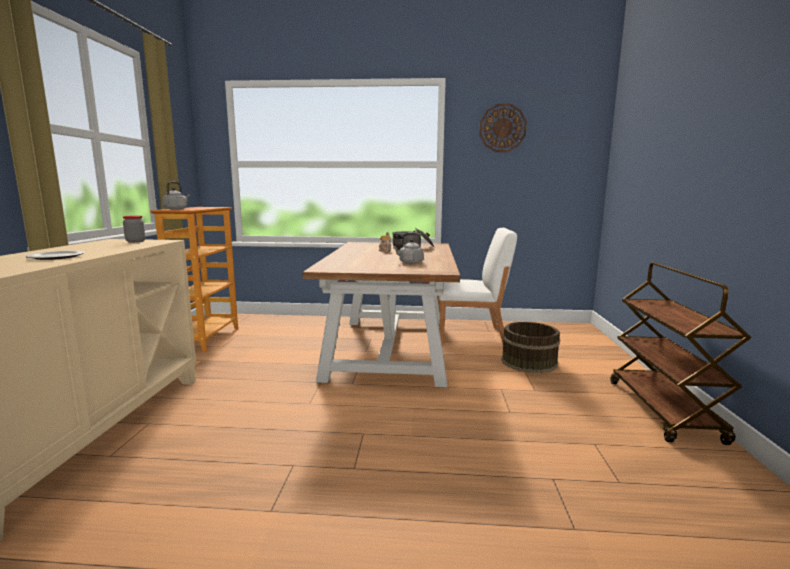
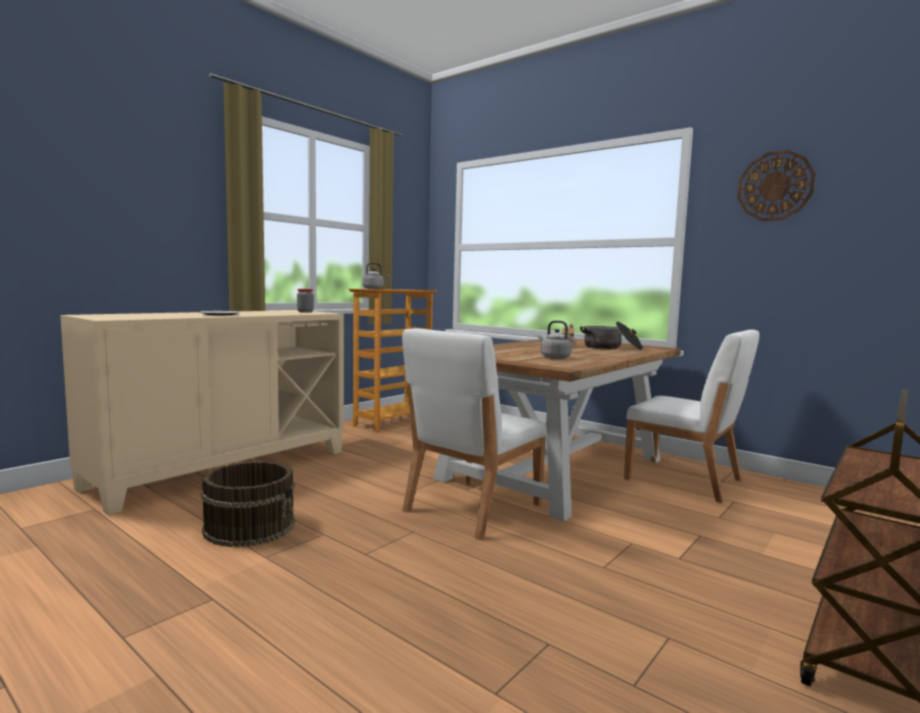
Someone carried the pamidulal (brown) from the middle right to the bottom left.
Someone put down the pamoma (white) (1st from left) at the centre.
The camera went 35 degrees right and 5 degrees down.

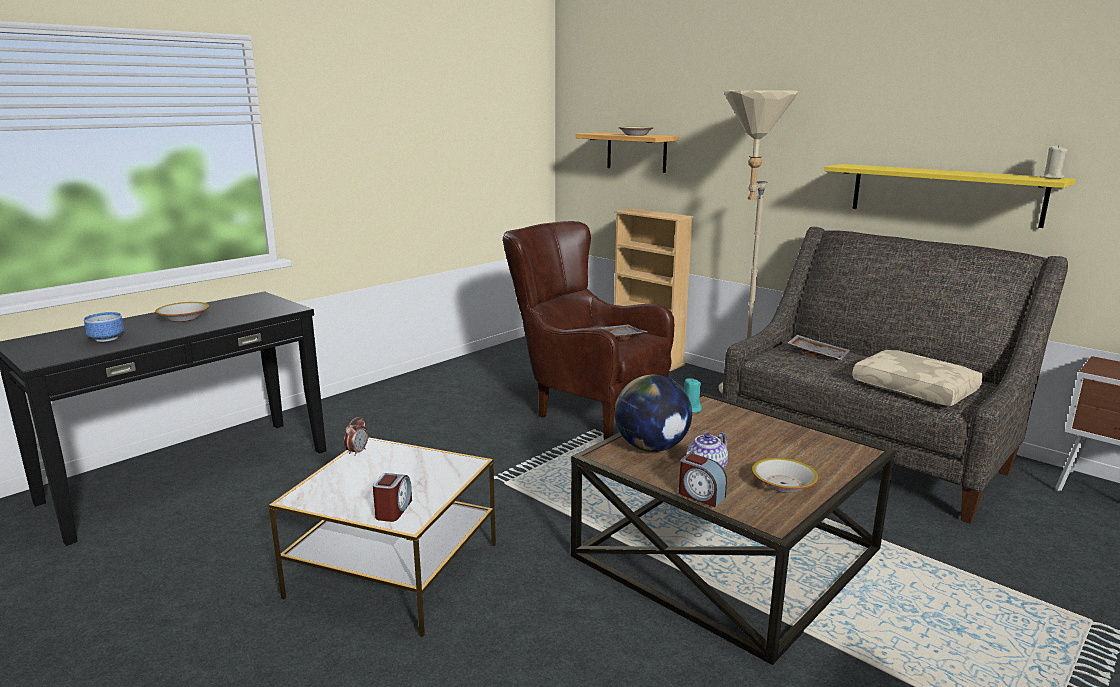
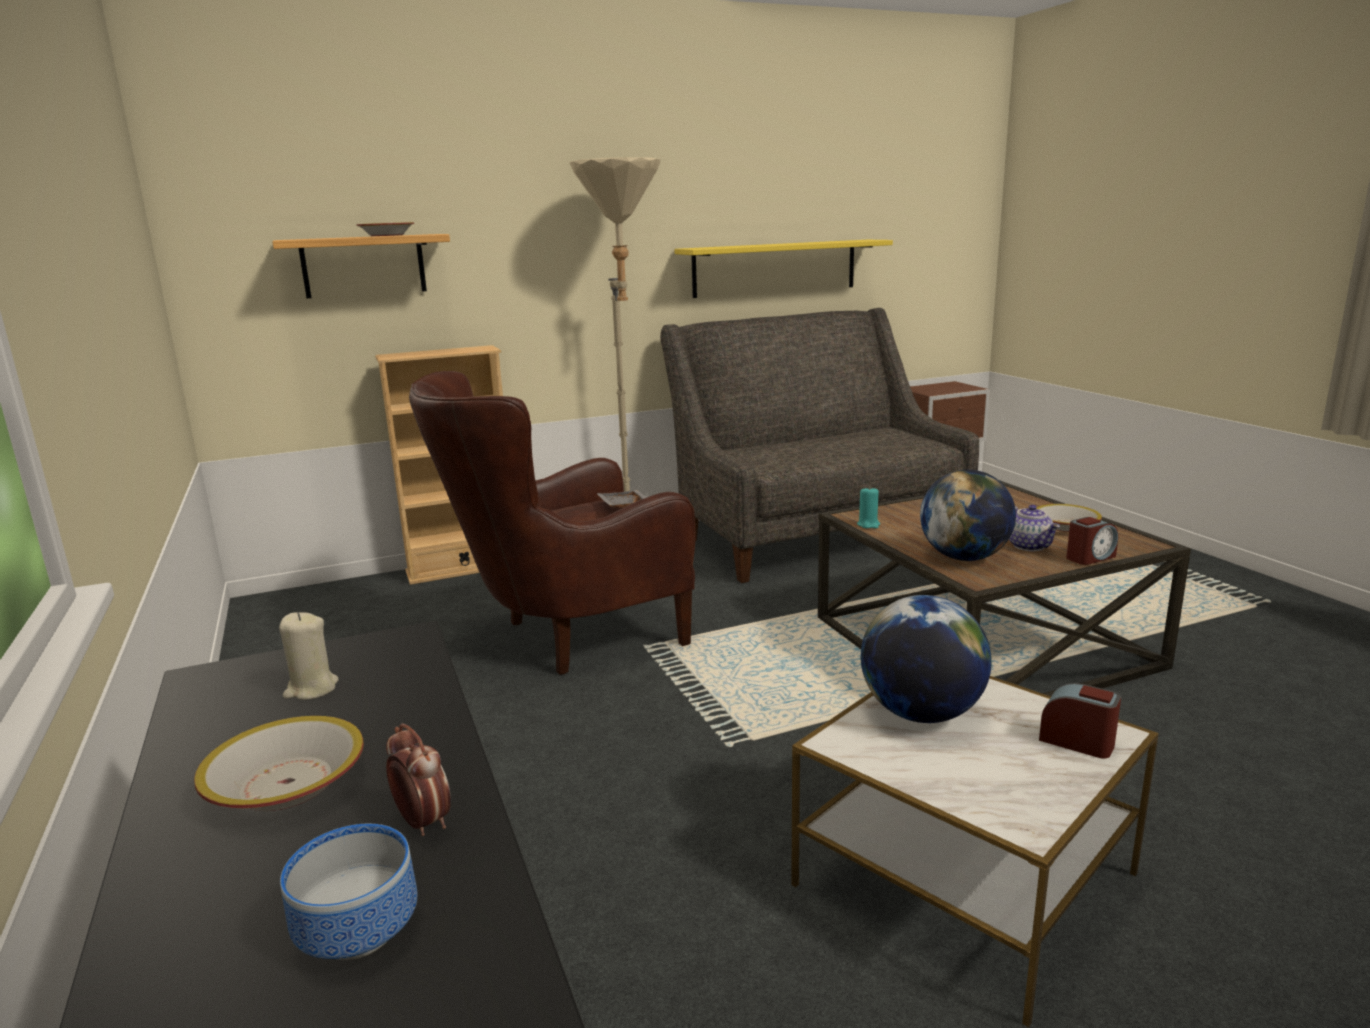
Someone carried the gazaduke (1st from left) from the middle left to the bottom left.
Someone took away the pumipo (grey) (2nd from left) at the middle right.
Someone took away the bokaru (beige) at the middle right.
Someone carried the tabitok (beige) from the top right to the middle left.
Someone put down the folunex (1st from left) at the middle right.
The camera went 65 degrees left and 0 degrees up.

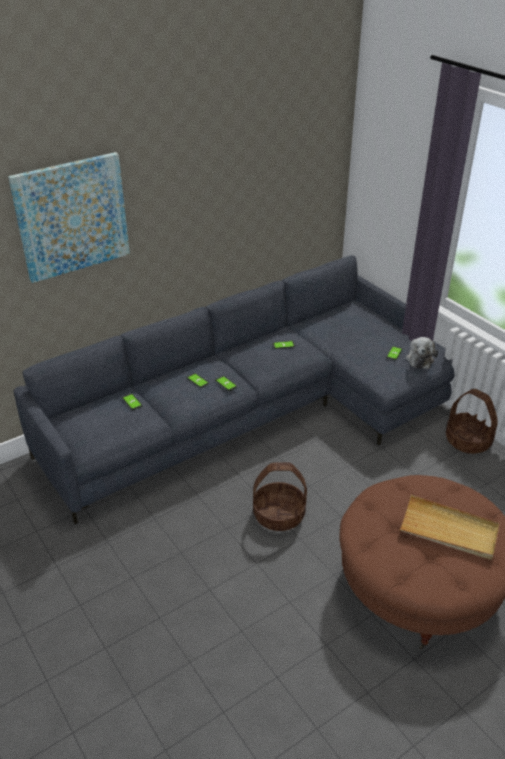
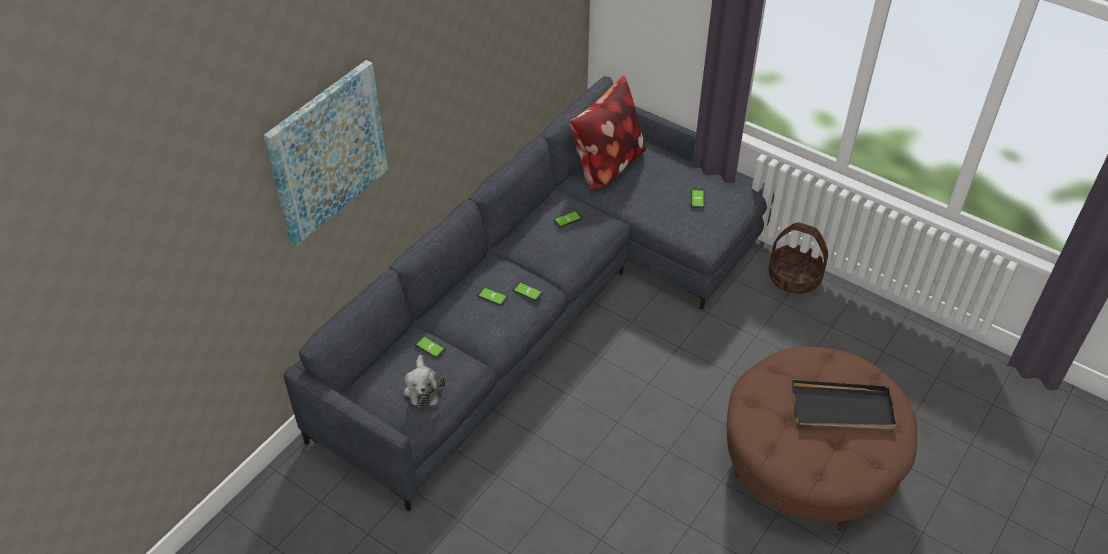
Someone took away the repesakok (1st from left) at the centre.
Someone repainted the pumipo (beige) at the bottom right, which became the pumipo (black) at the bottom right.
Someone carried the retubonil from the middle right to the bottom centre.
Someone put down the bokaru at the top centre.
The camera went 20 degrees left and 10 degrees up.

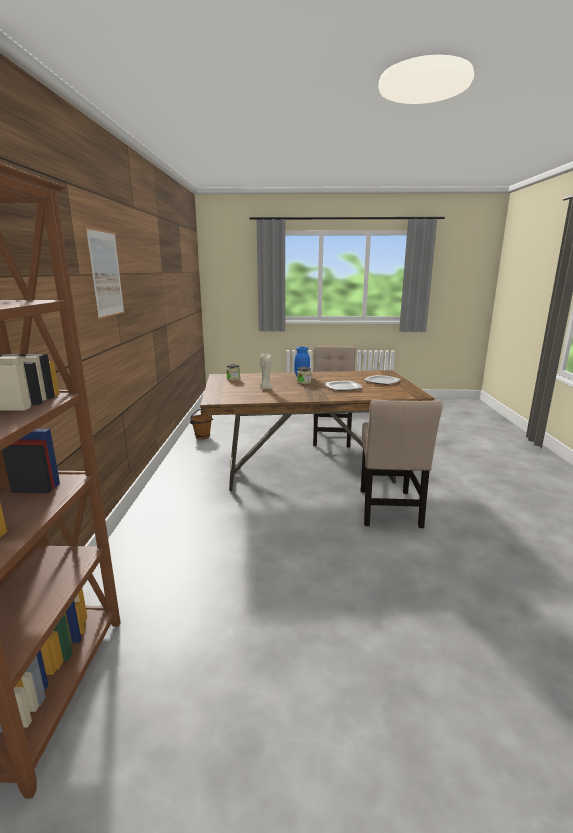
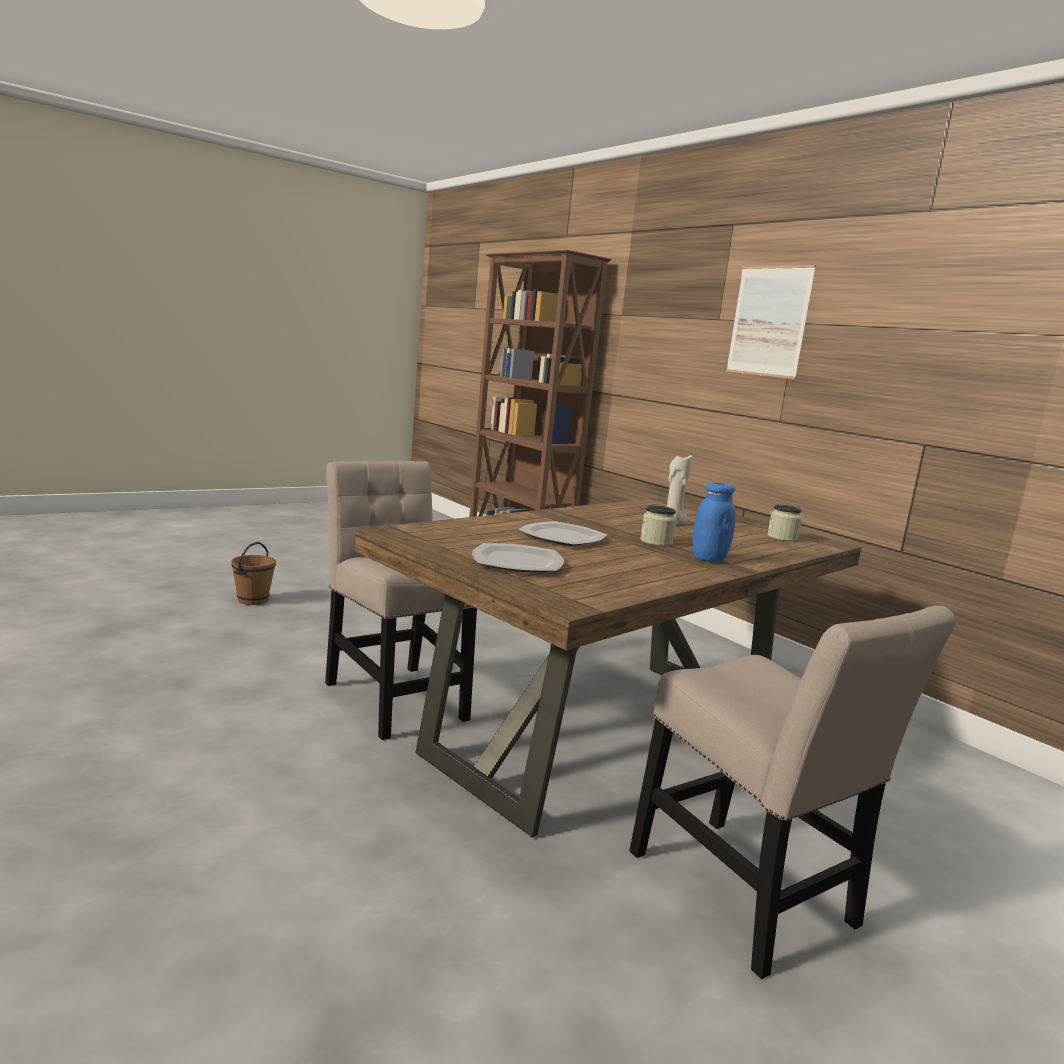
Someone carried the pamidulal (brown) from the centre to the middle left.
The camera went 140 degrees right and 5 degrees down.

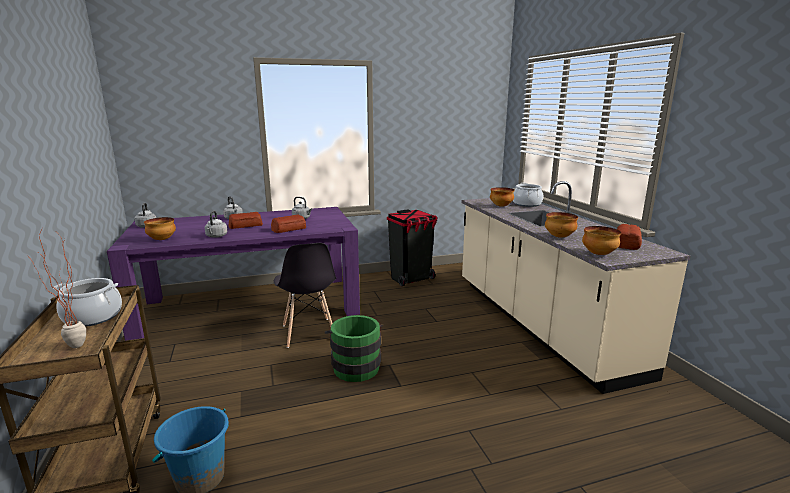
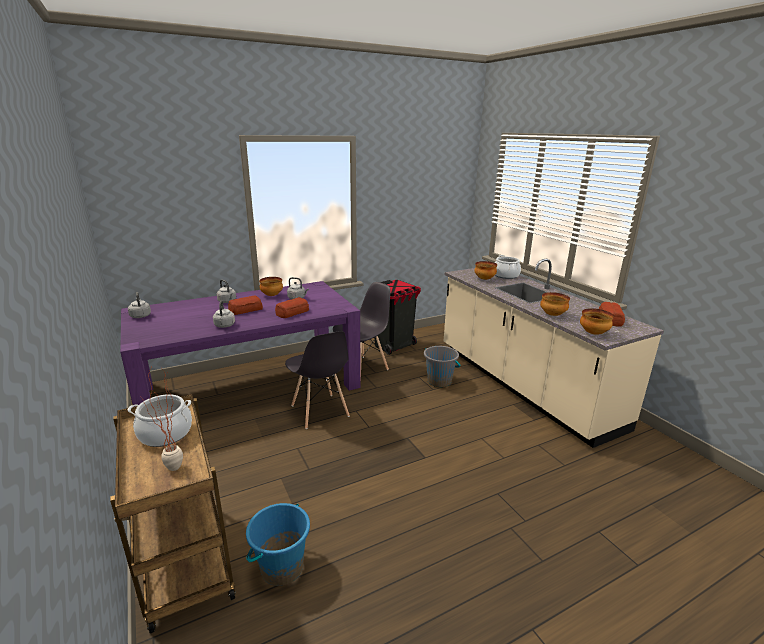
Someone carried the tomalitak (1st from left) from the middle left to the centre.
Someone took away the pamidulal (green) at the bottom centre.
Someone put down the pamoma (grey) (2nd from left) at the centre.
Someone put down the pamidulal (grey) at the centre.
The camera went 10 degrees left and 5 degrees up.

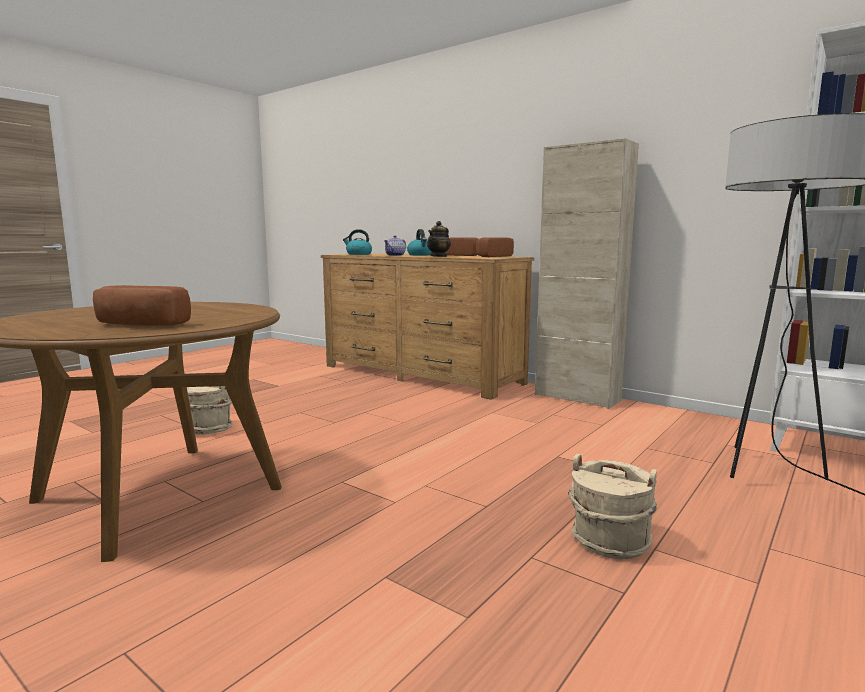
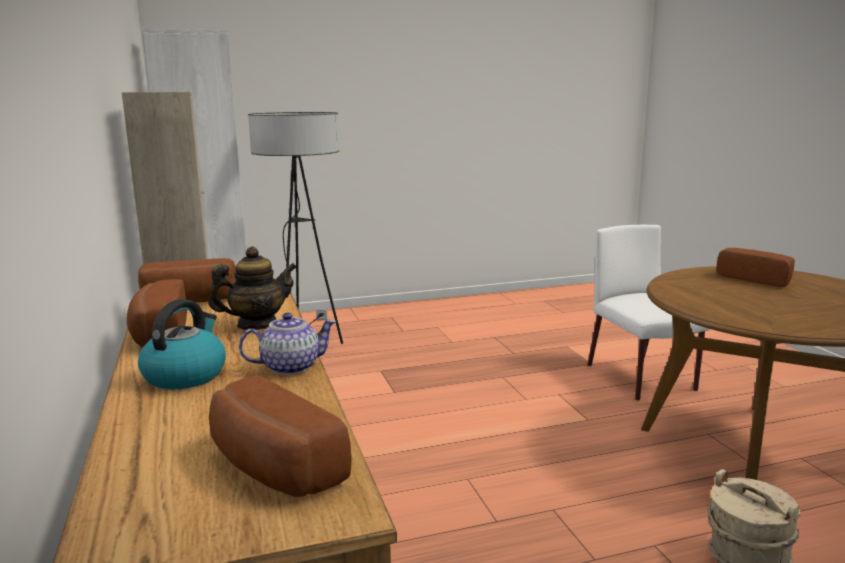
Someone swapped the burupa (1st from left) at the centre for the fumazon (3rd from left) at the bottom left.
Someone took away the pamidulal (beige) (2nd from left) at the bottom right.
Someone put down the pamoma (white) at the middle right.
The camera went 145 degrees left and 5 degrees up.

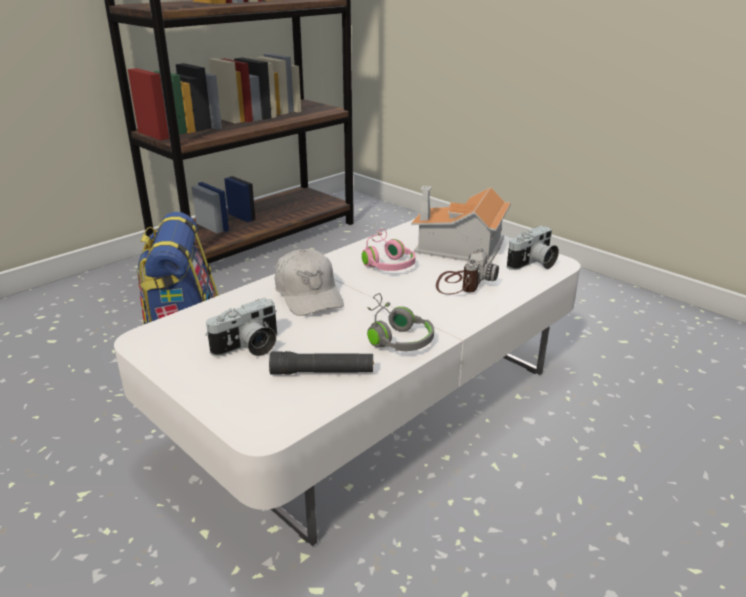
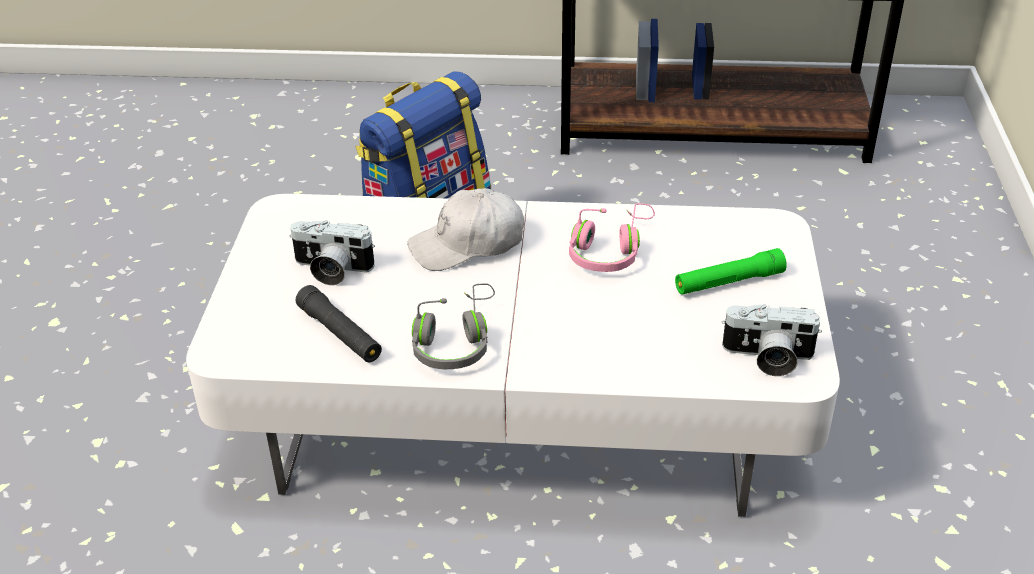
Someone rotated the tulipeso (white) at the centre by 45 degrees clockwise.
Someone swapped the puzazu at the centre for the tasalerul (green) at the middle right.
Someone took away the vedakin (2nd from left) at the centre.
The camera went 50 degrees right and 10 degrees up.

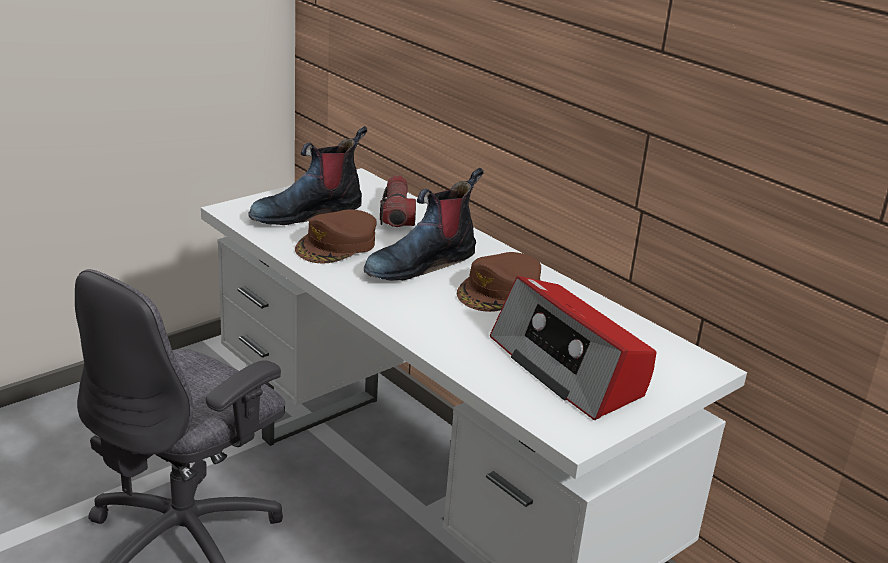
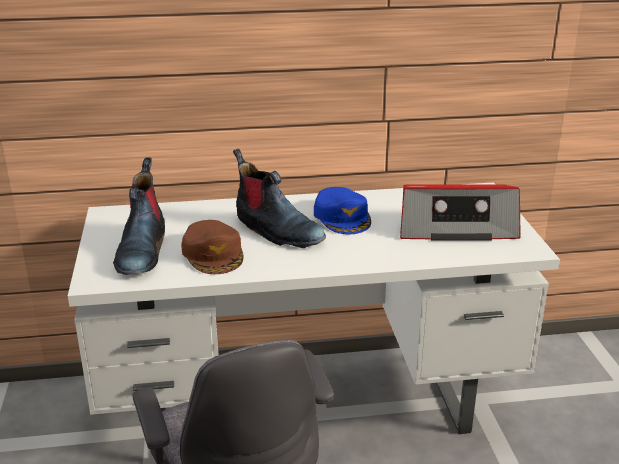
Someone rotated the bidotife (2nd from left) at the centre by 45 degrees counterclockwise.
Someone took away the tasalerul at the centre.
Someone repainted the tulipeso (brown) (2nd from left) at the centre, which became the tulipeso (blue) at the centre.
The camera went 55 degrees left and 0 degrees up.

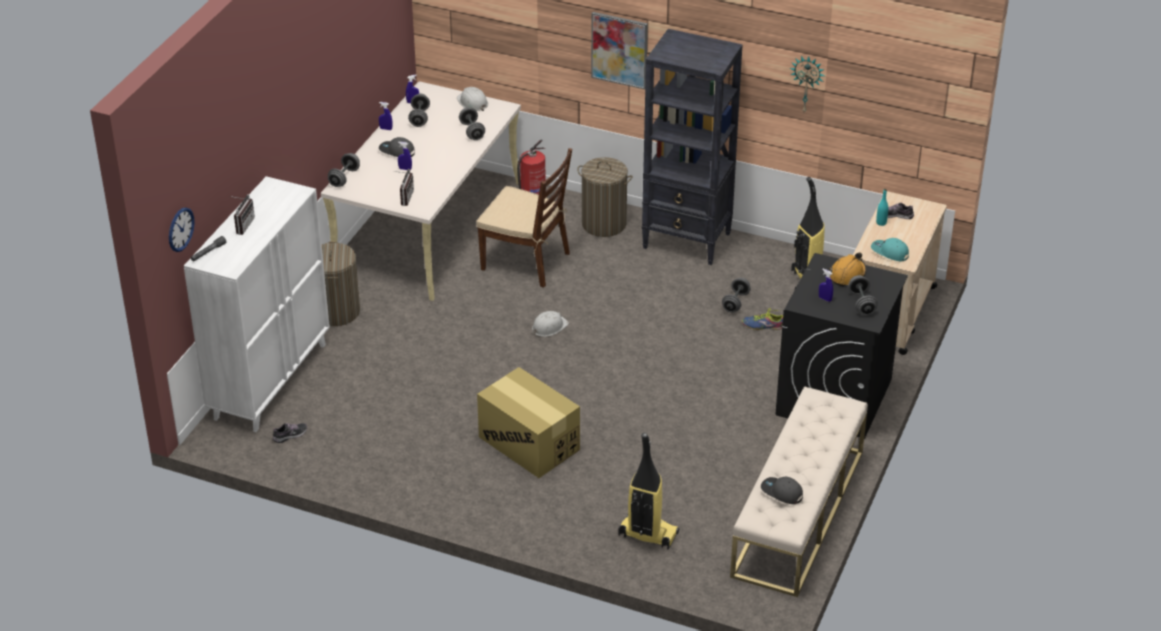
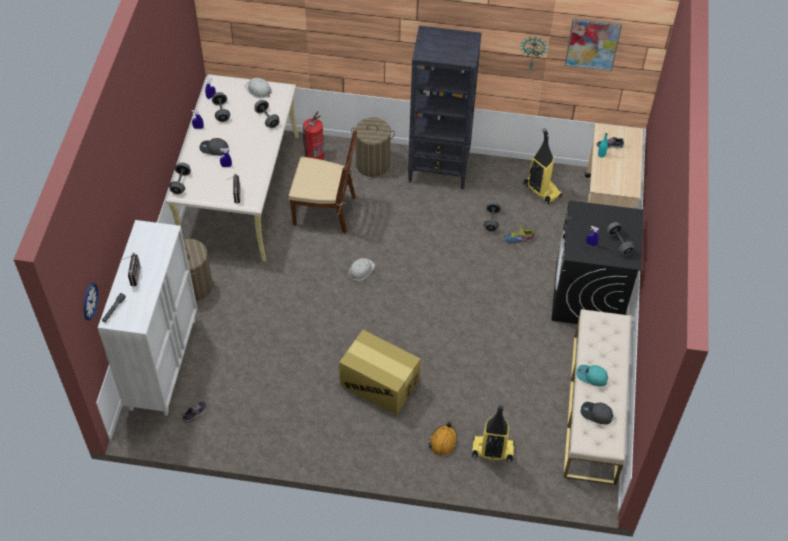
Someone carried the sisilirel from the top centre to the top right.
Someone carried the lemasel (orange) from the middle right to the bottom centre.
Someone carried the tulipeso (turquoise) from the middle right to the bottom right.
The camera went 15 degrees left and 15 degrees up.

